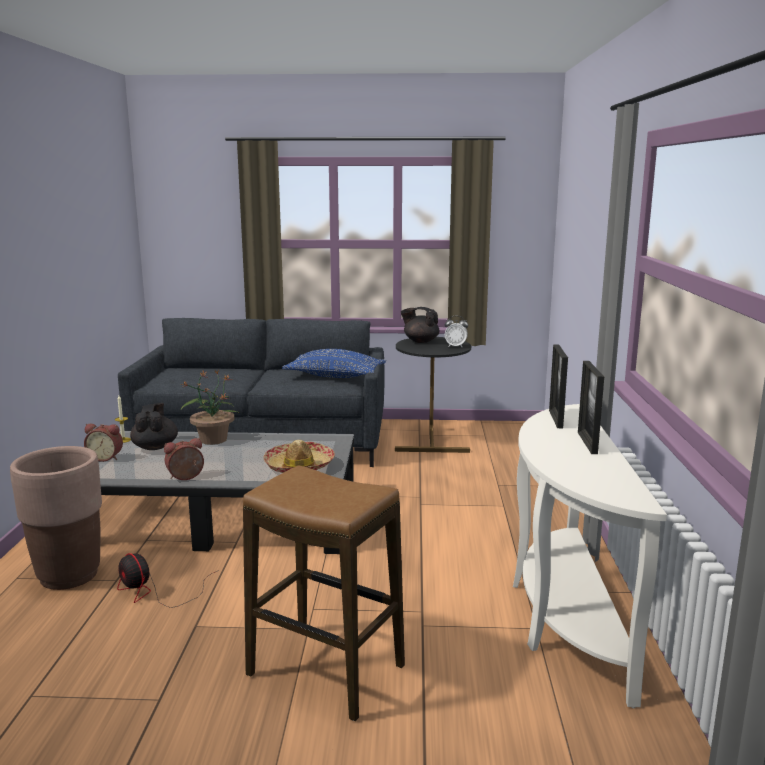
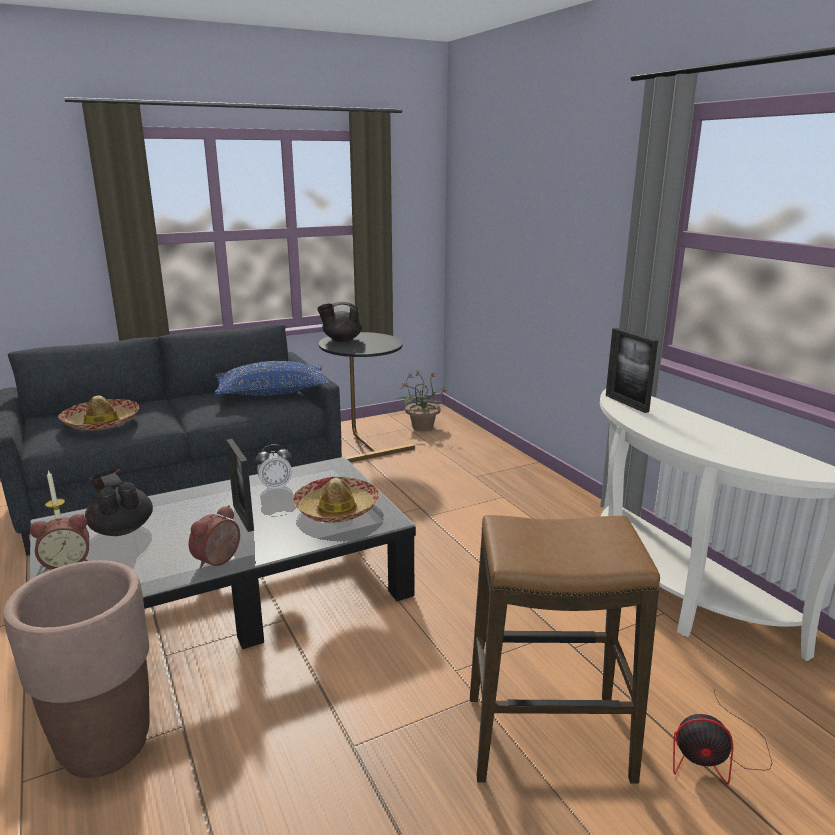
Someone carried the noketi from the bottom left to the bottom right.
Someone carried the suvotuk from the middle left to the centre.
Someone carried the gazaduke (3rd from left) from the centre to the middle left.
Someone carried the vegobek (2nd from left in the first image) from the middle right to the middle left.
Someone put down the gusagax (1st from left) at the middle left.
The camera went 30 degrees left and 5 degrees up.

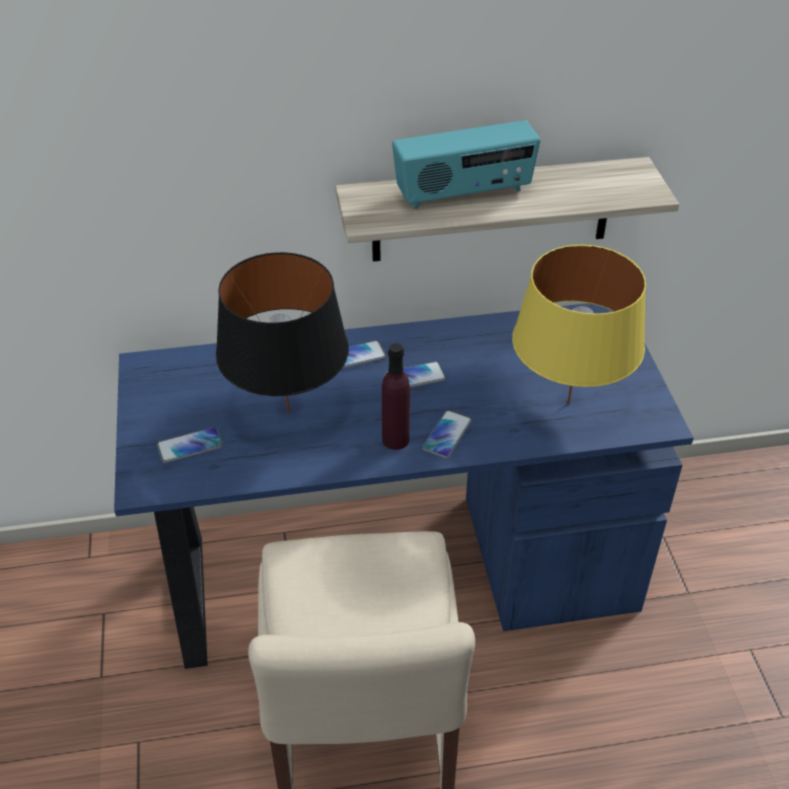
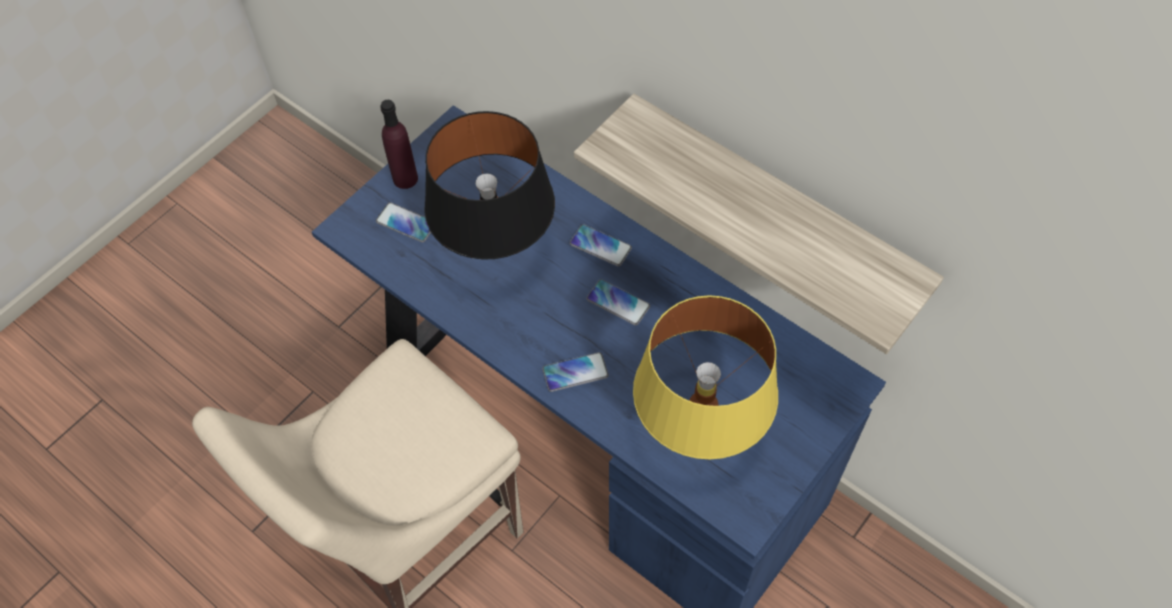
Someone carried the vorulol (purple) from the centre to the top centre.
Someone took away the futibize at the top centre.
The camera went 50 degrees right and 15 degrees up.

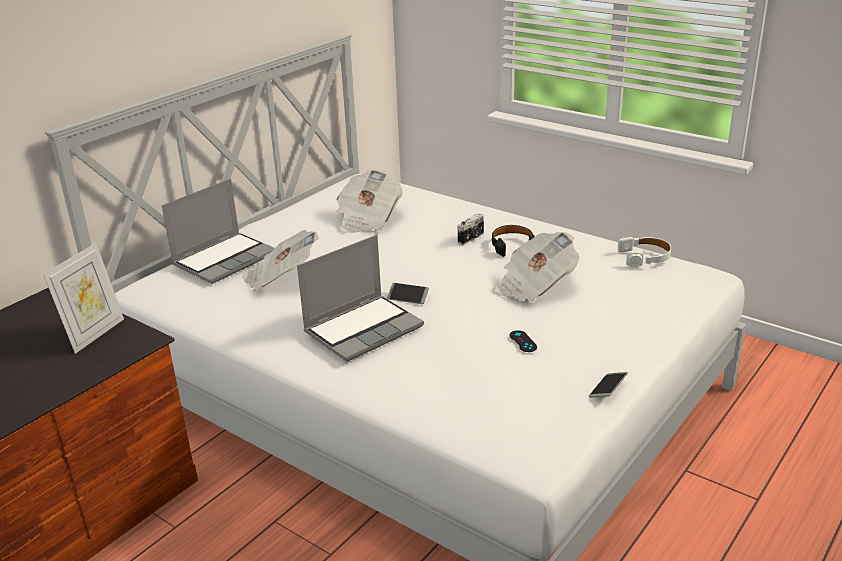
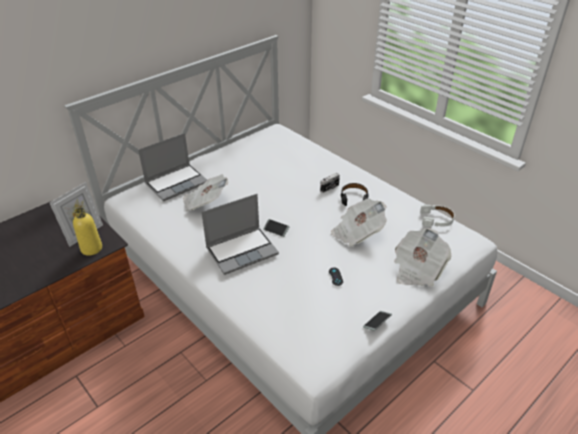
Someone carried the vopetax (2nd from left in the first image) from the centre to the middle right.
Someone put down the vorulol (yellow) at the middle left.
The camera went 10 degrees right and 10 degrees up.

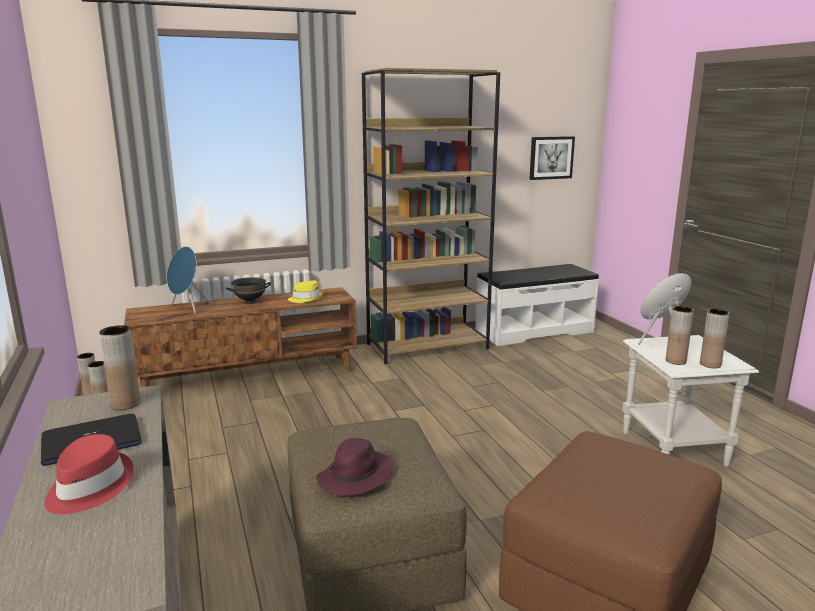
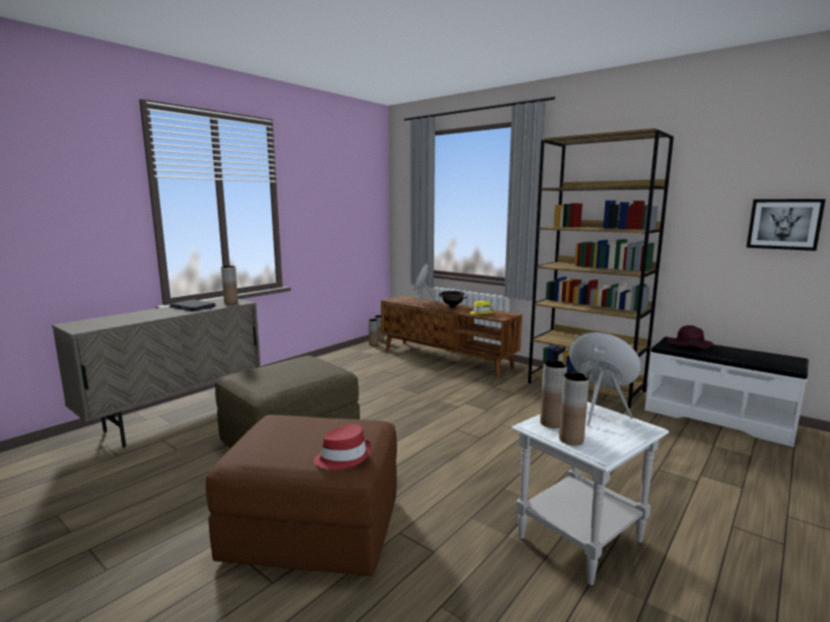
Someone carried the gusagax (red) from the bottom left to the bottom centre.
Someone carried the gusagax (purple) from the bottom centre to the middle right.
The camera went 60 degrees right and 5 degrees down.

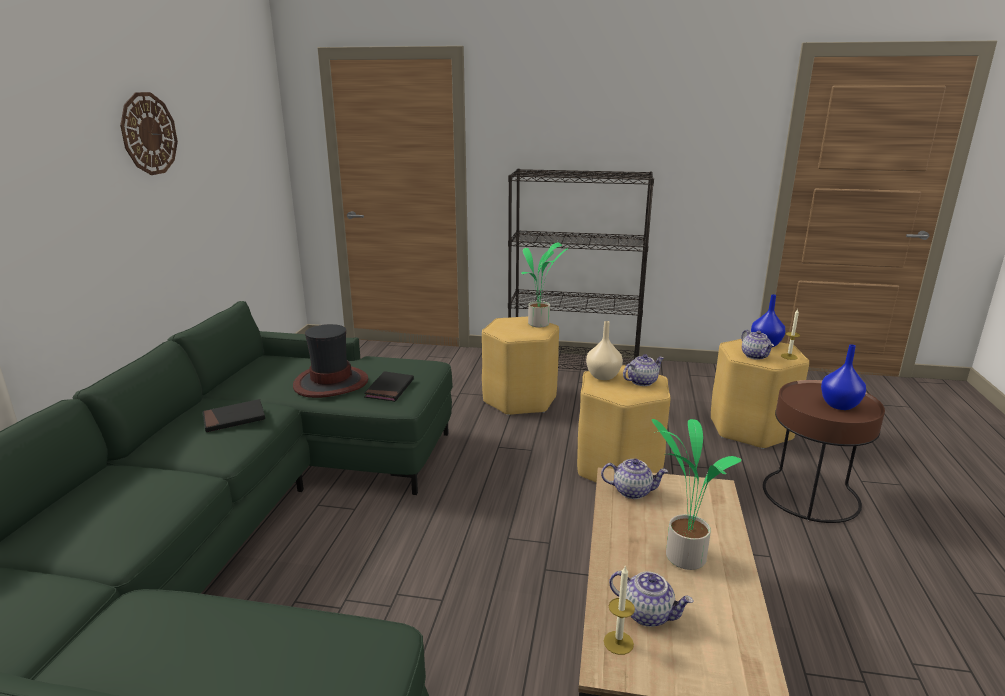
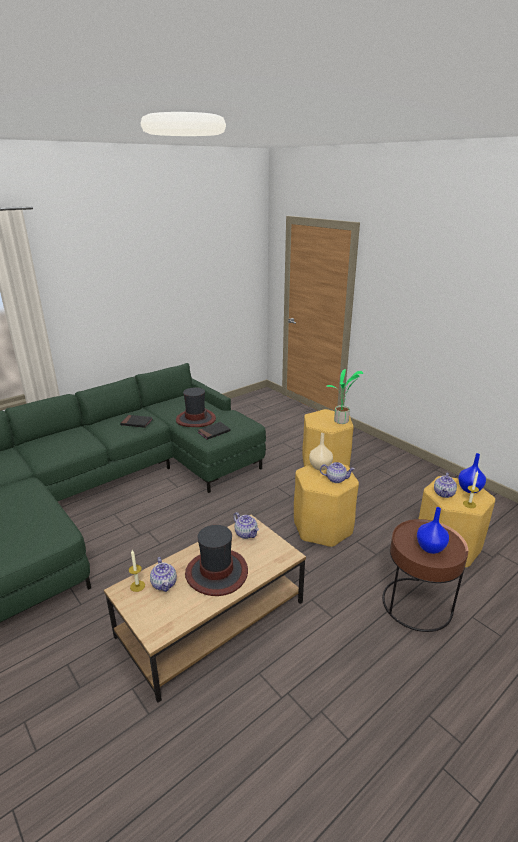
Someone took away the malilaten at the top left.
Someone took away the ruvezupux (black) at the centre.
Someone swapped the suvotuk (2nd from left) at the bottom right for the gusagax (2nd from left) at the centre.
The camera went 40 degrees right and 5 degrees up.

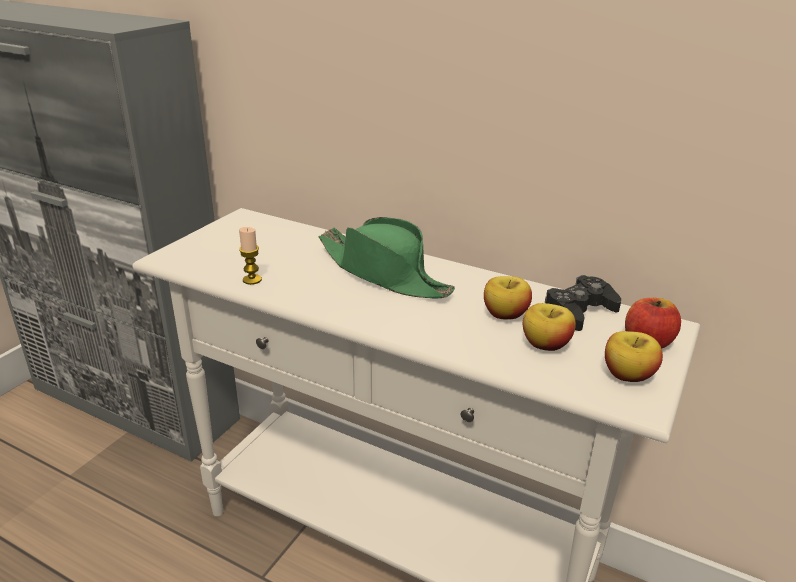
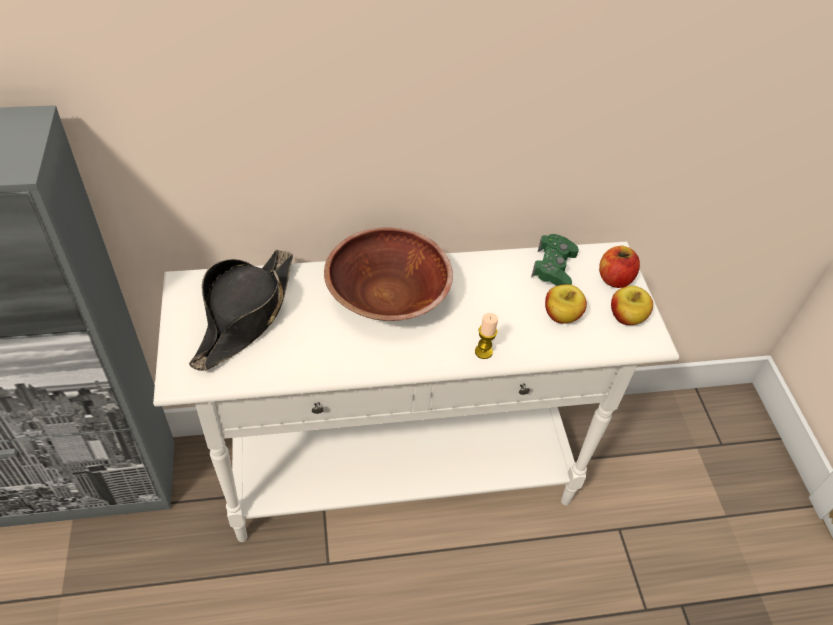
Someone carried the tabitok from the middle left to the centre.
Someone swapped the gusagax (green) at the centre for the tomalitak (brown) at the centre.
Someone took away the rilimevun (1st from left) at the centre.
Someone repainted the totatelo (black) at the middle right, which became the totatelo (green) at the centre.
Someone put down the gusagax (black) at the middle left.
The camera went 40 degrees left and 20 degrees up.

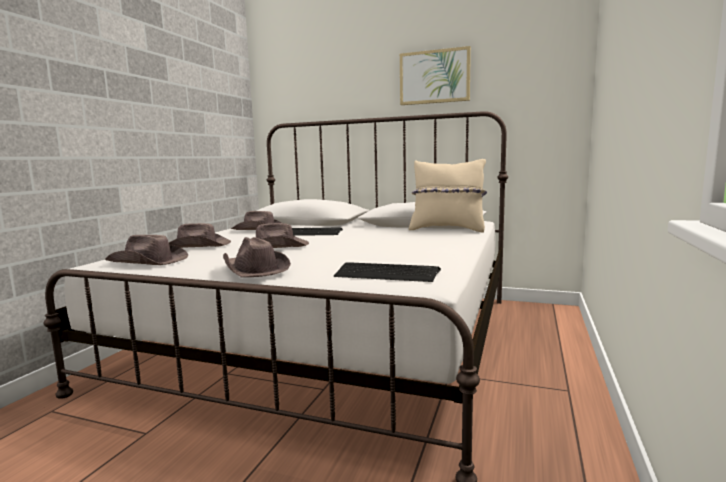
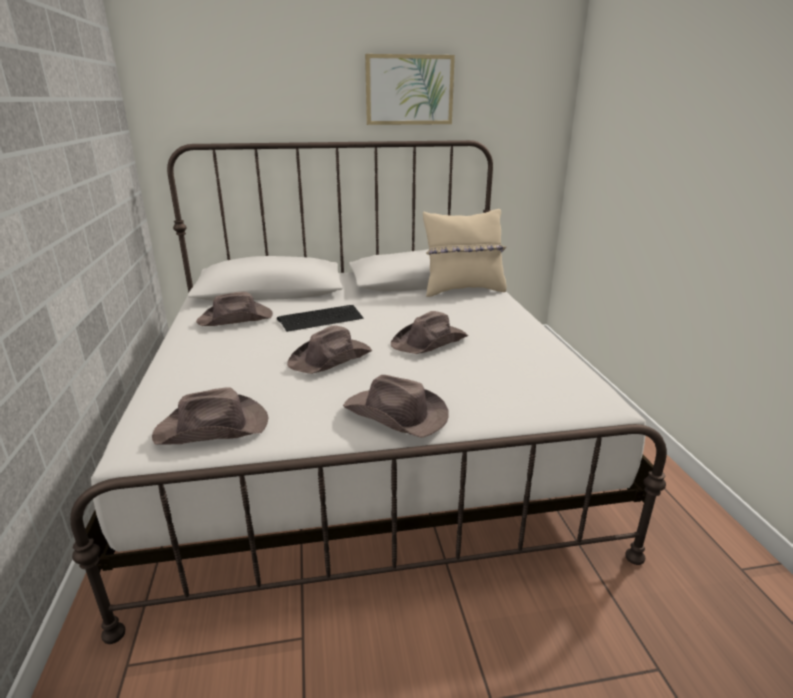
Someone carried the gusagax (brown) (2nd from left in the first image) from the middle left to the centre.
Someone took away the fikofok (2nd from left) at the centre.
The camera went 30 degrees left and 15 degrees up.

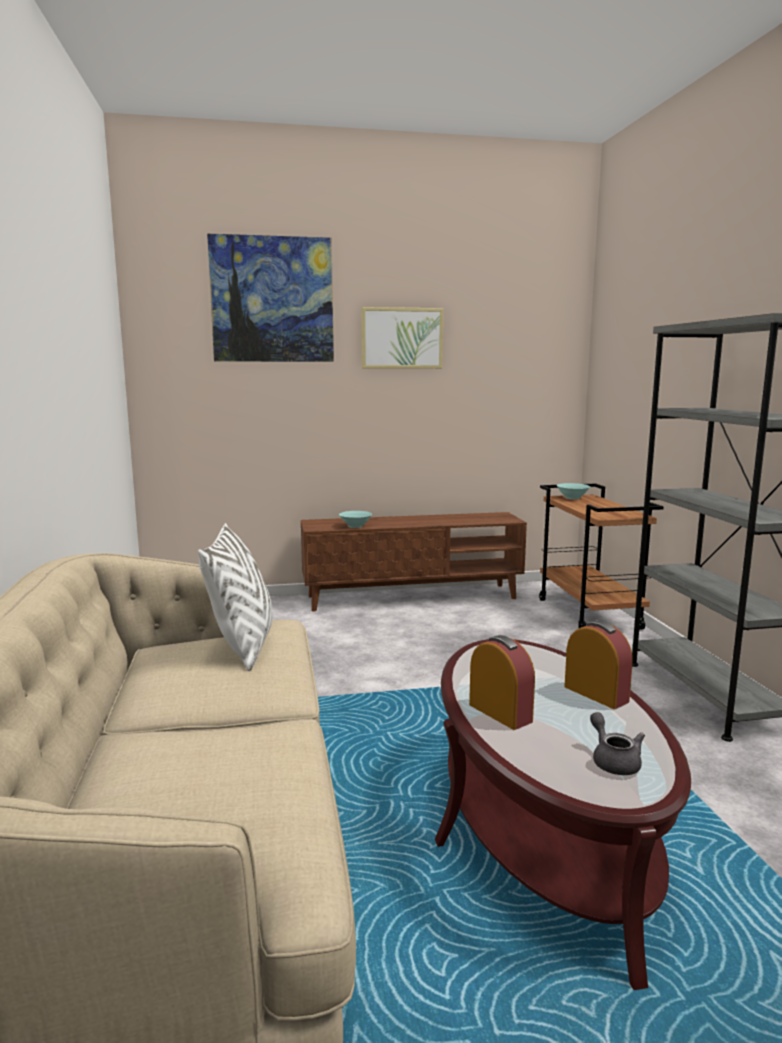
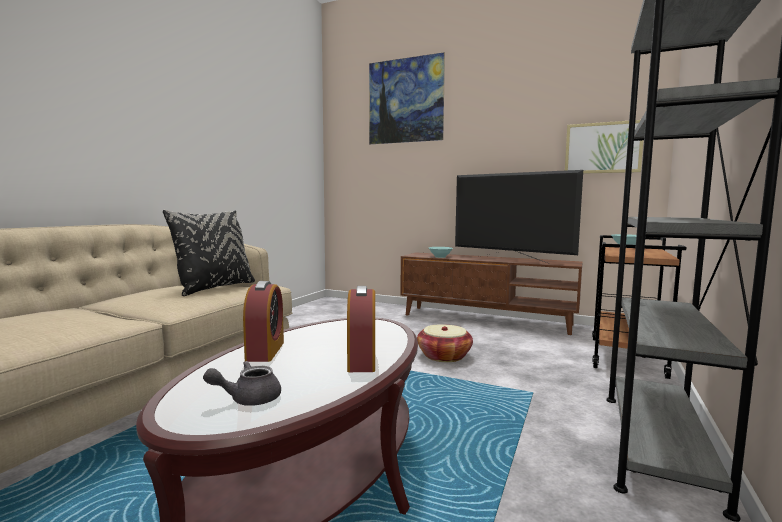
Someone repainted the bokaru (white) at the middle left, which became the bokaru (black) at the middle left.
Someone carried the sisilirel (2nd from left) from the top centre to the top right.
Someone rotated the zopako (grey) at the bottom right by 135 degrees counterclockwise.
Someone put down the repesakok at the centre.
Someone put down the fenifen at the centre.
The camera went 35 degrees right and 5 degrees down.

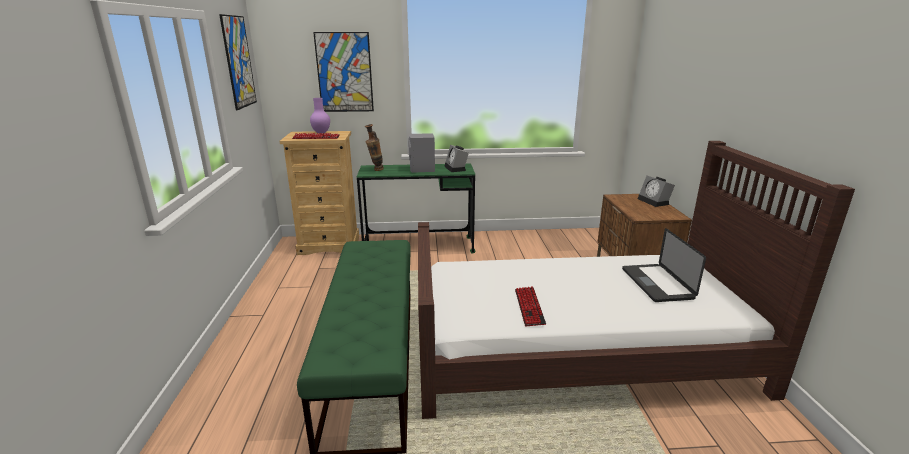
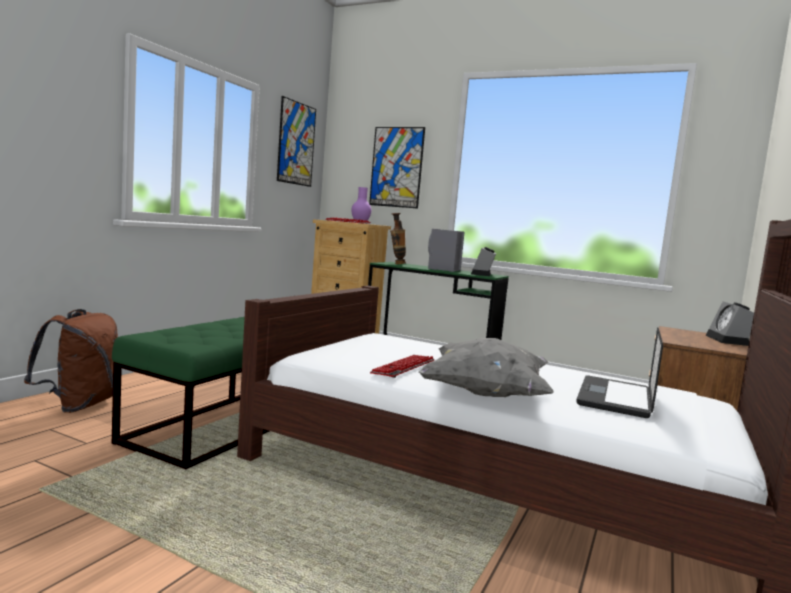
Someone put down the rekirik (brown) at the middle left.
Someone put down the bokaru (grey) at the centre.
The camera went 30 degrees right and 15 degrees down.

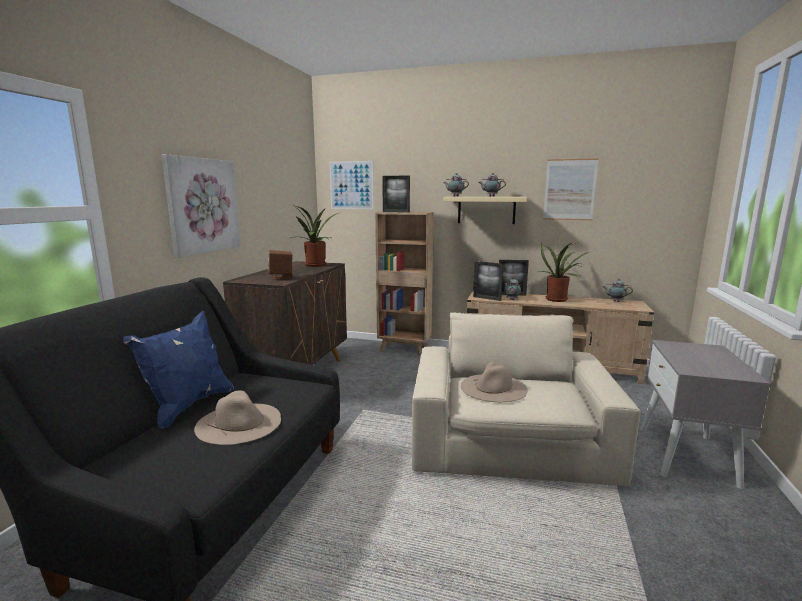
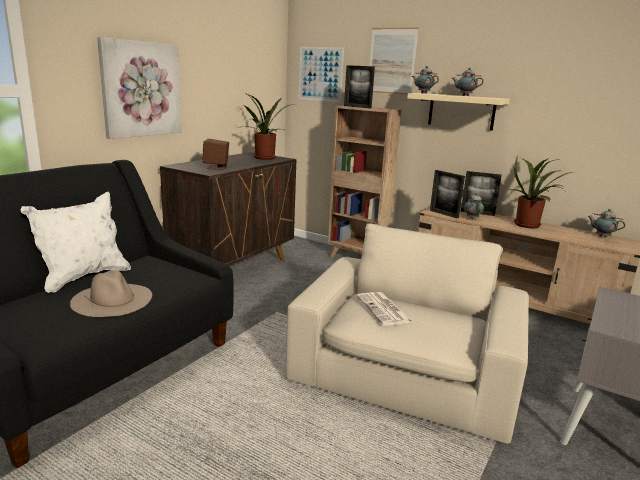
Someone repainted the bokaru (blue) at the middle left, which became the bokaru (white) at the middle left.
Someone swapped the gusagax (beige) (2nd from left) at the centre for the vopetax at the centre.
Someone carried the sisilirel (3rd from left) from the top right to the top centre.
The camera went 15 degrees right and 5 degrees up.

